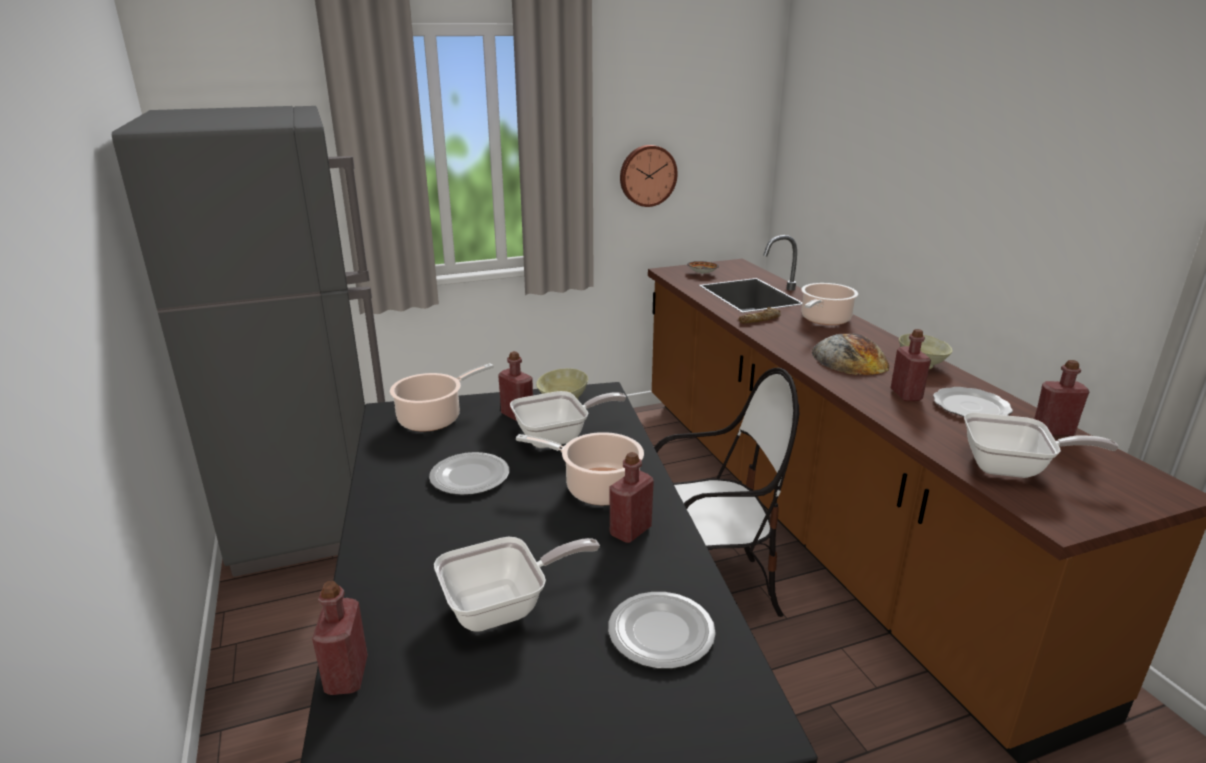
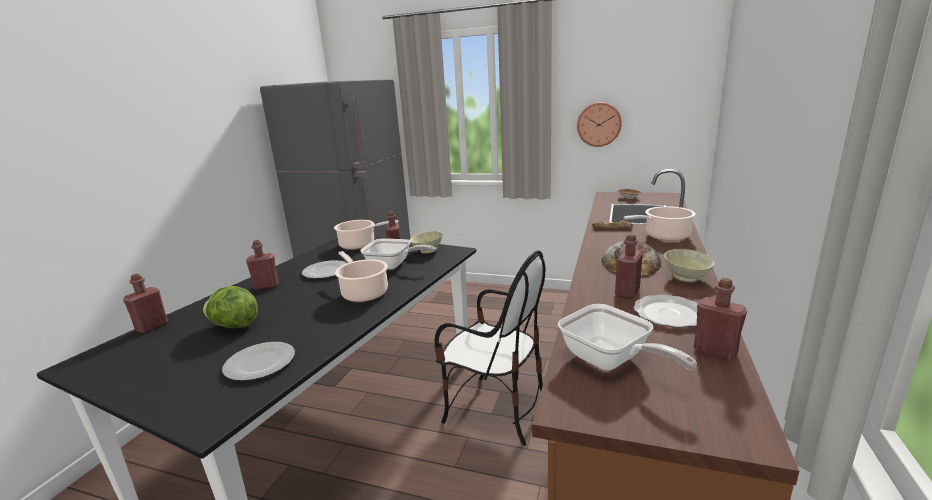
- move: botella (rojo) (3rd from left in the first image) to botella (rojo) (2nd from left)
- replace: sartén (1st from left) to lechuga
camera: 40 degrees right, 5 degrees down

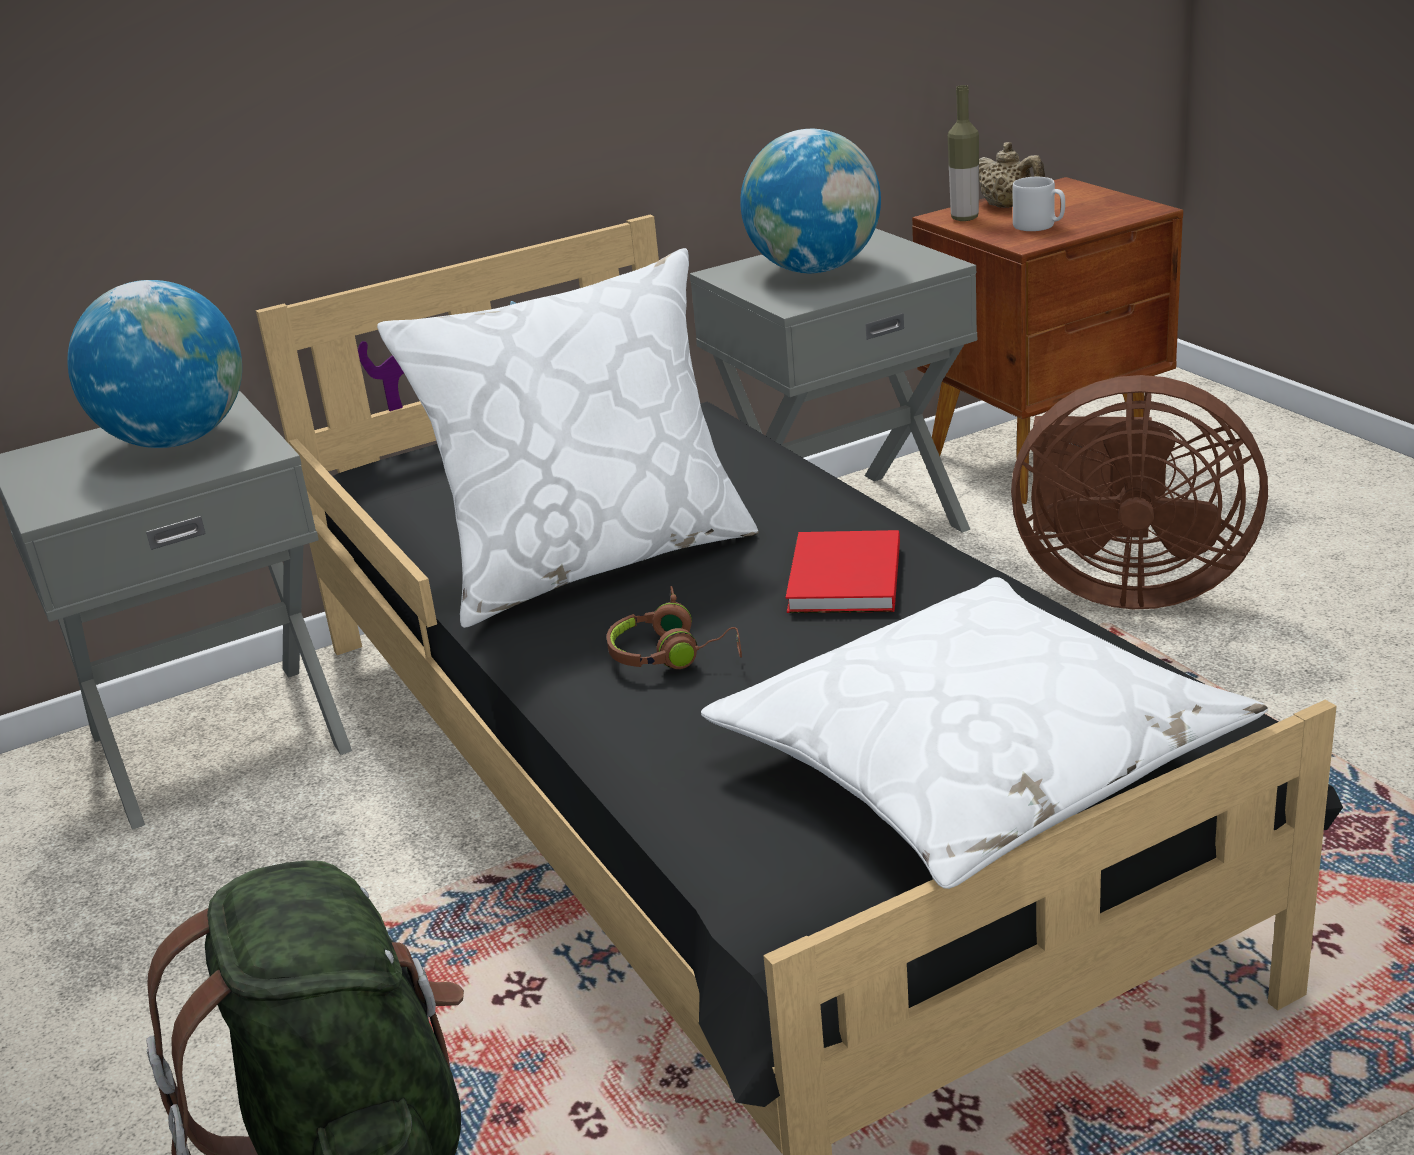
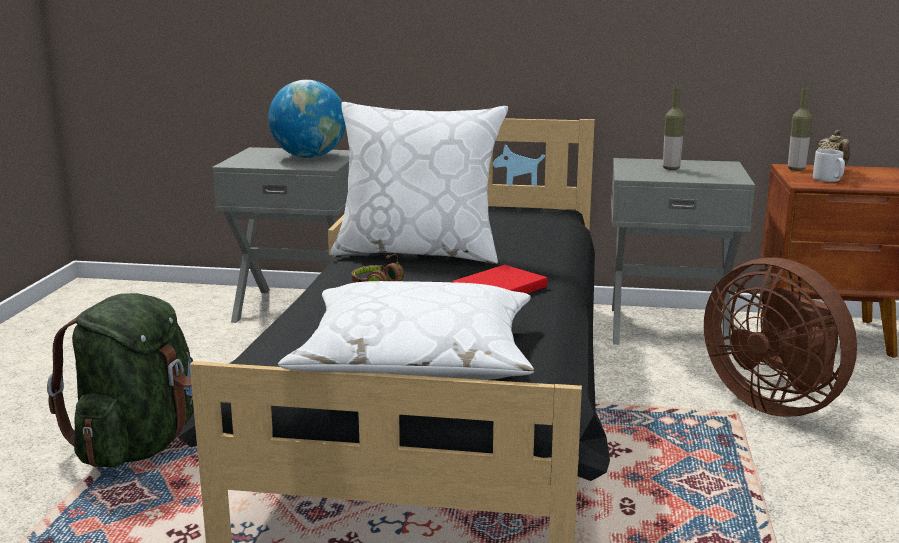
- replace: globo terráqueo (2nd from left) to botella (1st from left)
camera: 35 degrees right, 10 degrees down

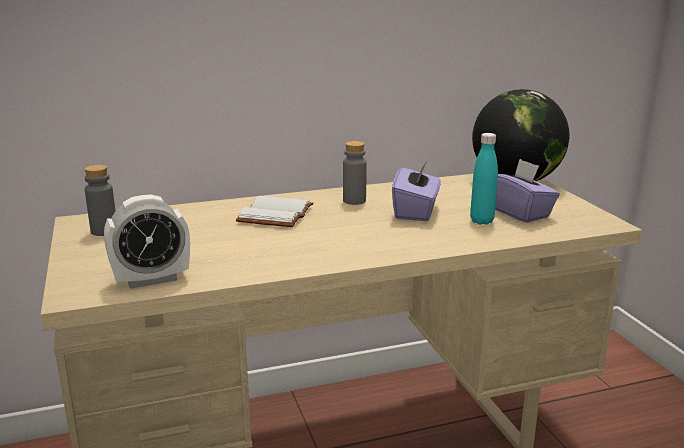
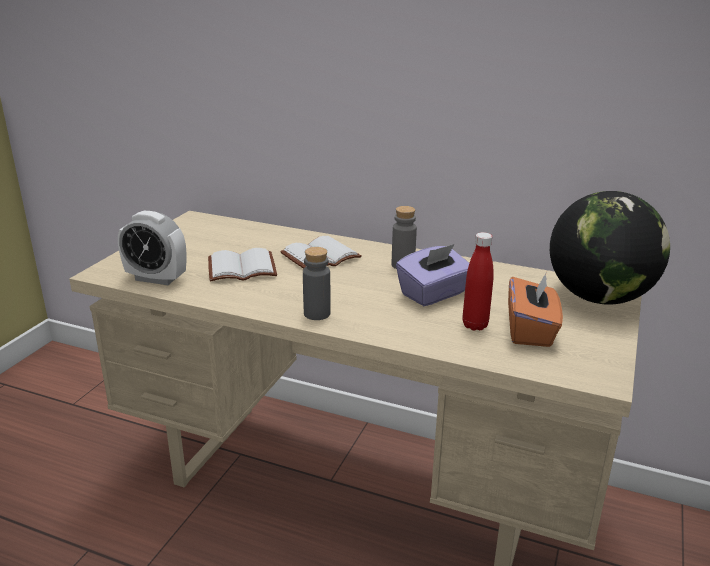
- recolor: botella (turquesa) to botella (rojo)
- recolor: caja de pañuelos (morado) (2nd from left) to caja de pañuelos (naranja)
- move: botella (gris) (1st from left)
- insert: libro (blanco) (1st from left)
camera: 40 degrees right, 5 degrees up

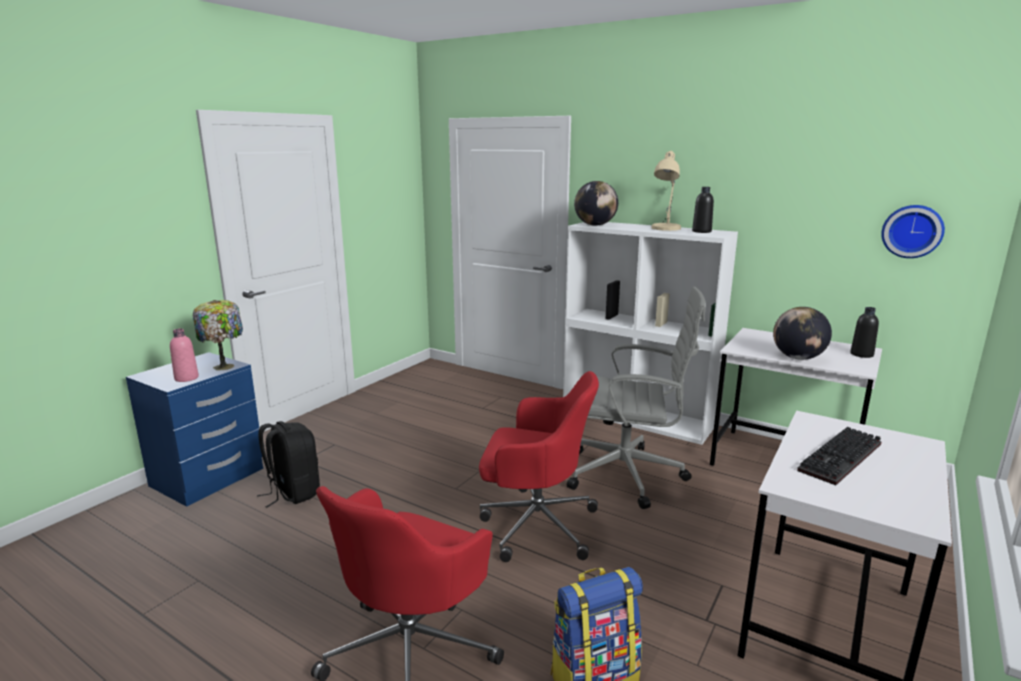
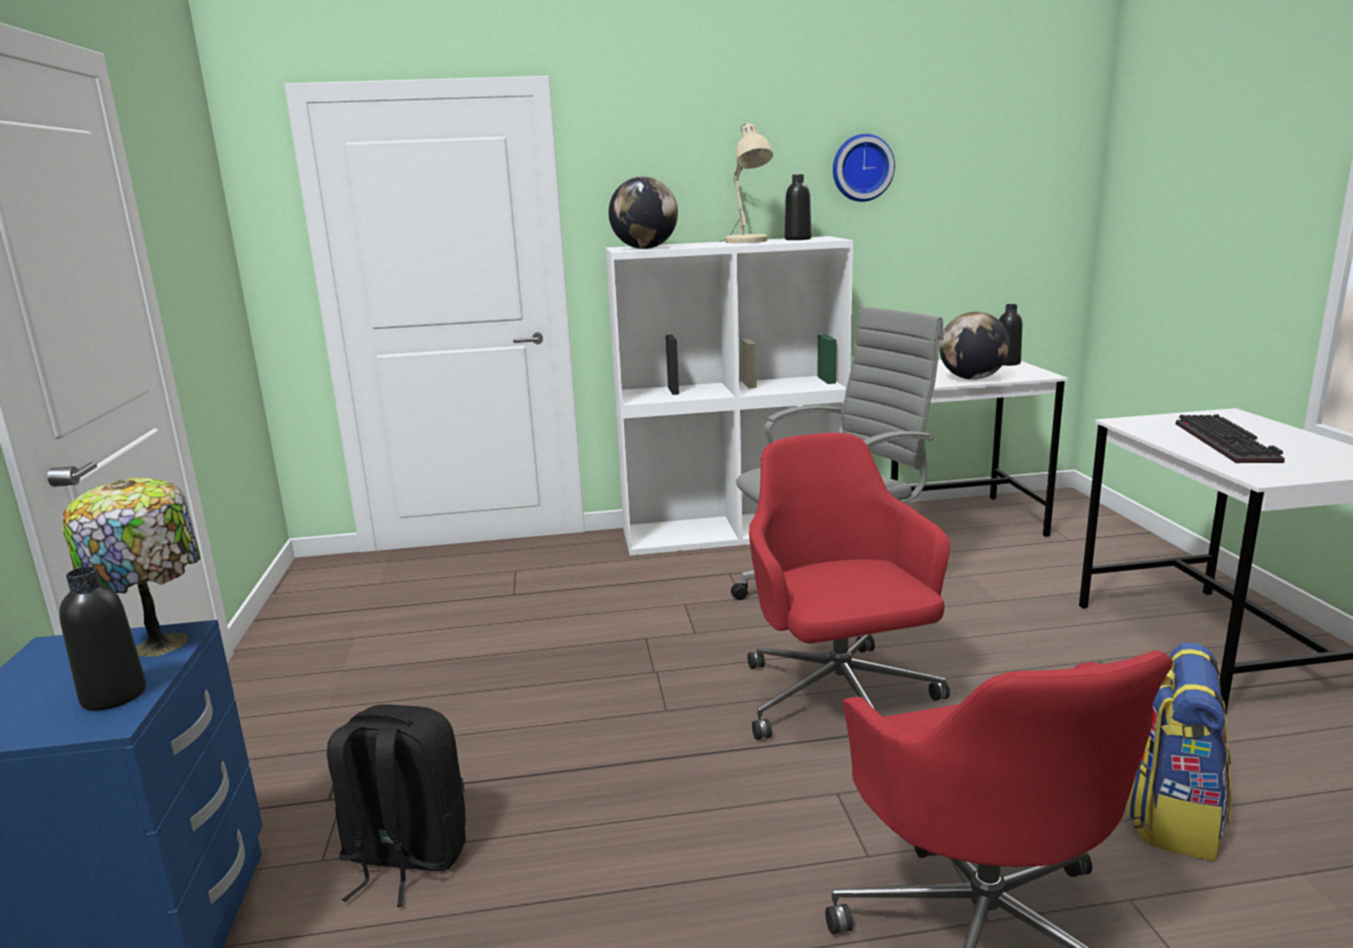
- move: reloj de pared
- recolor: botella (rosa) to botella (negro) (1st from left)
- rotate: silla de oficina (rojo) (2nd from left in the first image) 75 degrees counterclockwise
camera: 40 degrees left, 0 degrees up

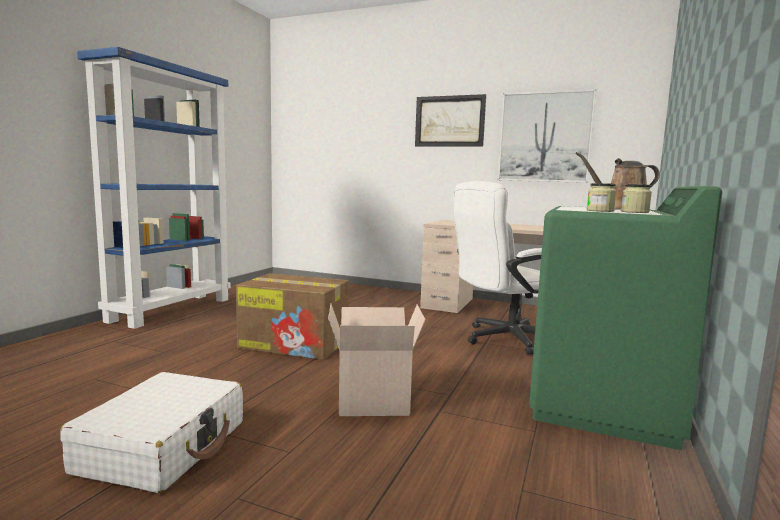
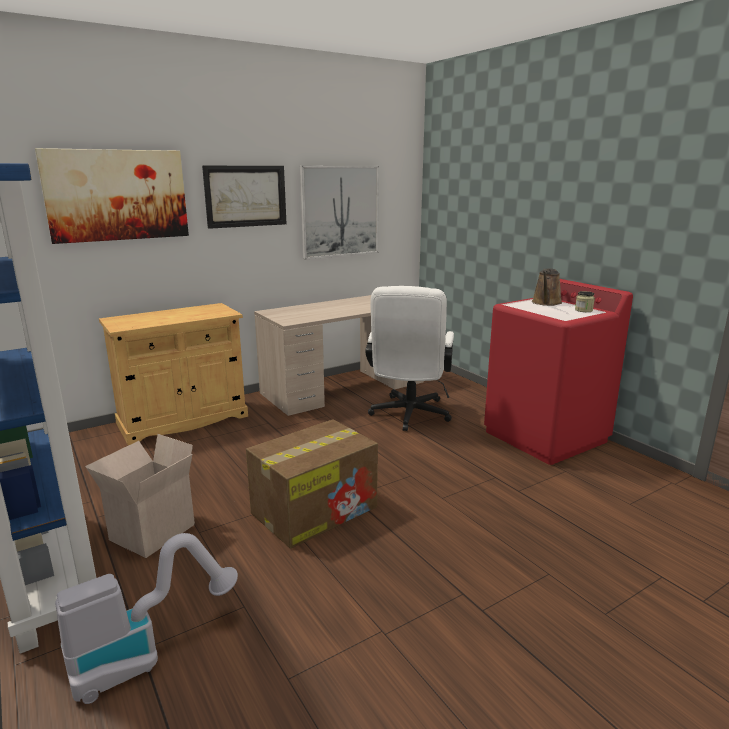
- delete: tarro (1st from left)
- recolor: lavadora (verde) to lavadora (rojo)
- move: caja de cartón (2nd from left in the first image) to caja de cartón (1st from left)
- delete: maleta (blanco)
- insert: cuadro (1st from left)
- insert: armario (beis)
- insert: aspiradora
camera: 55 degrees left, 10 degrees up

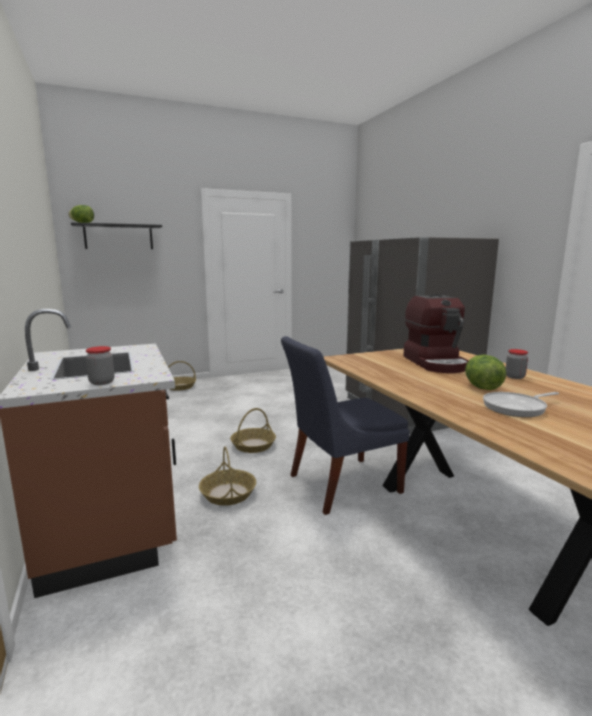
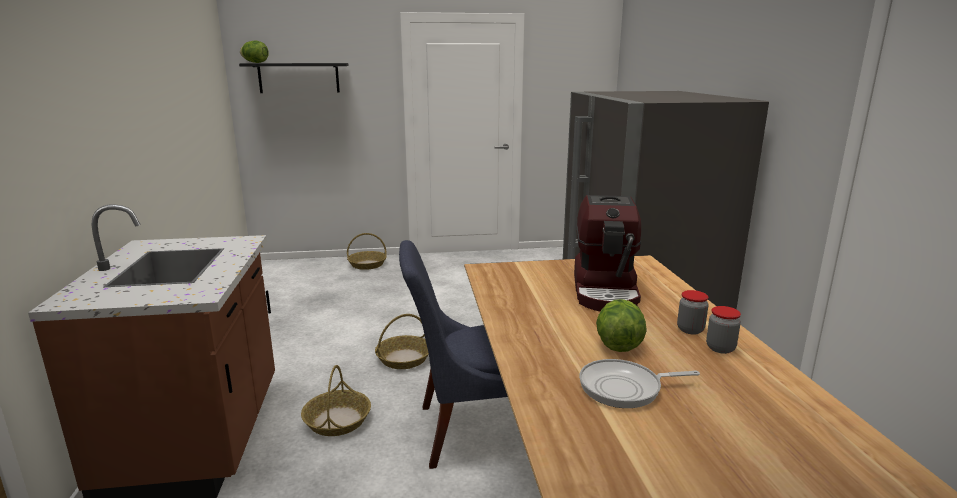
- move: tarro (1st from left in the first image) to tarro (2nd from left)
camera: 15 degrees right, 5 degrees up

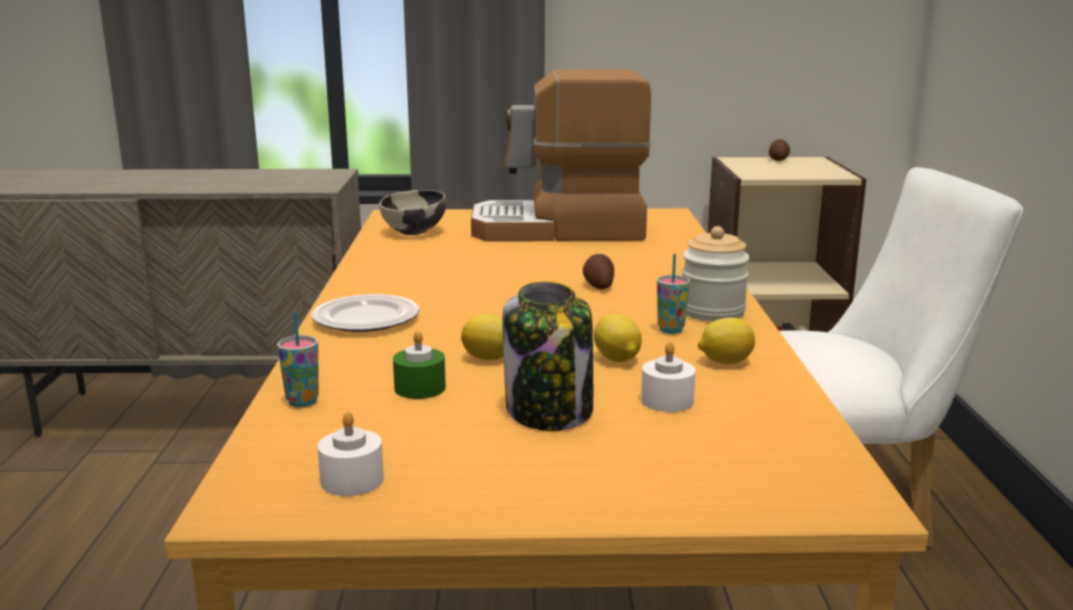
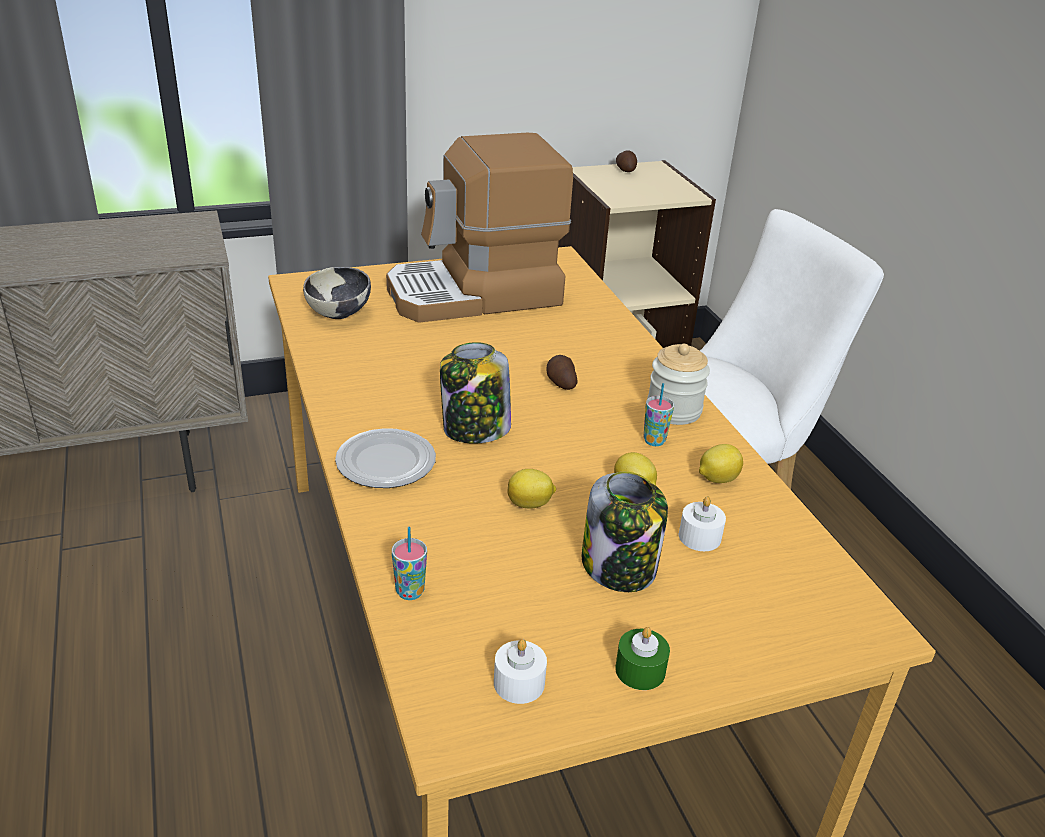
- move: vela (verde)
- insert: tarro (1st from left)
camera: 20 degrees left, 15 degrees up

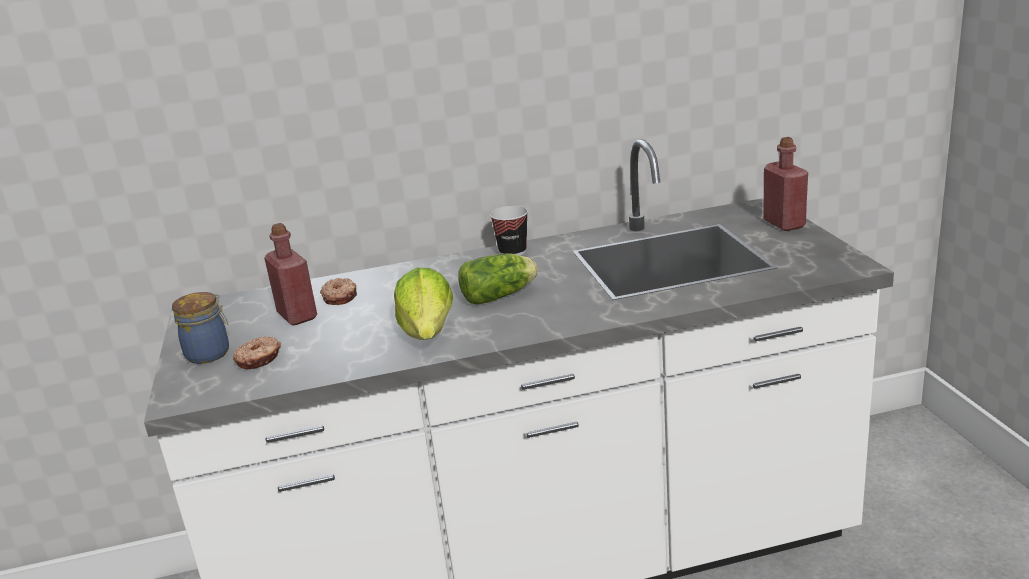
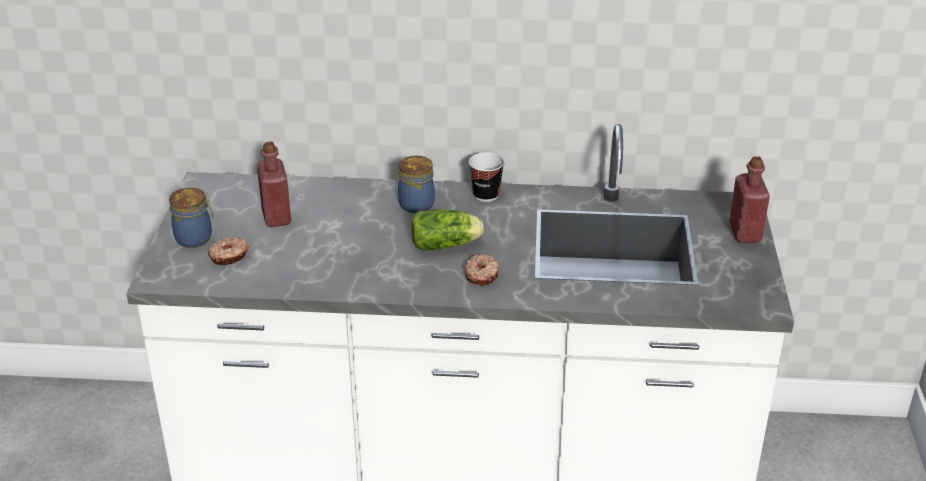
- delete: lechuga (1st from left)
- move: rosquilla (2nd from left)
- insert: tarro (2nd from left)
camera: 15 degrees right, 10 degrees up

